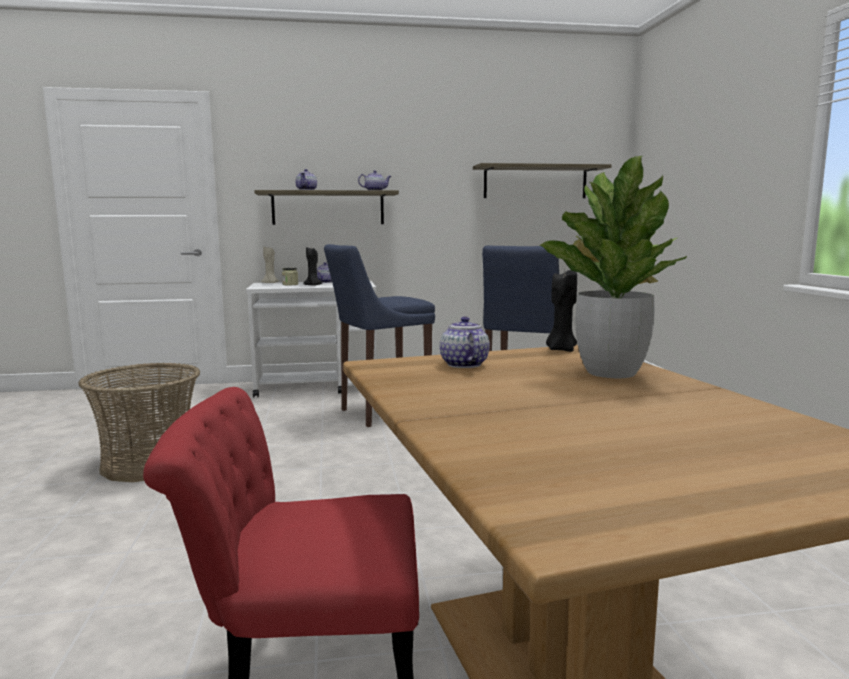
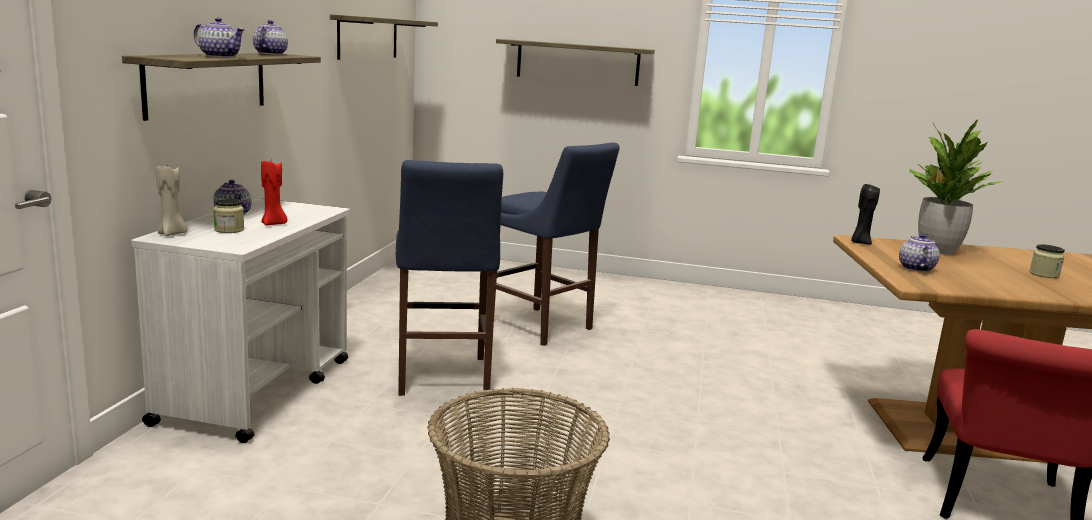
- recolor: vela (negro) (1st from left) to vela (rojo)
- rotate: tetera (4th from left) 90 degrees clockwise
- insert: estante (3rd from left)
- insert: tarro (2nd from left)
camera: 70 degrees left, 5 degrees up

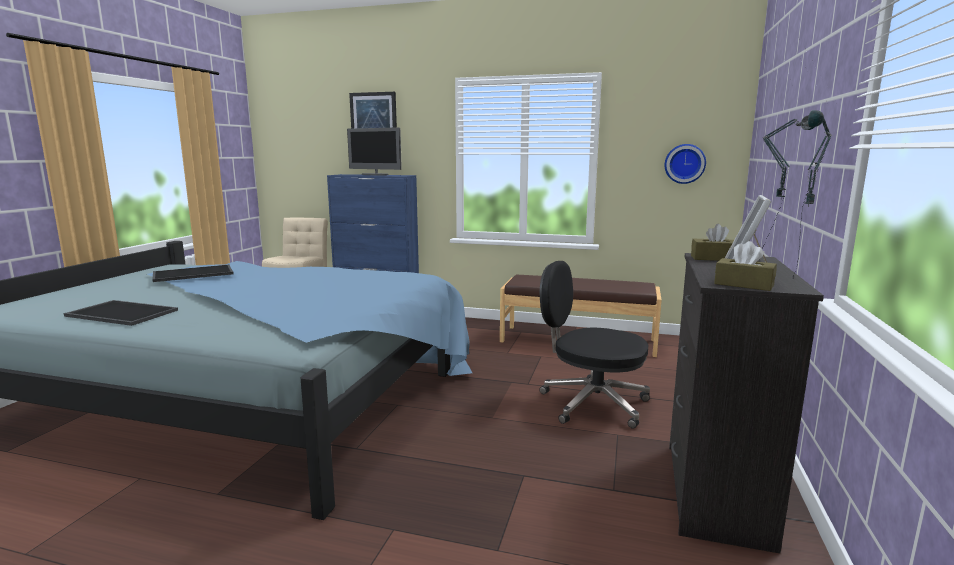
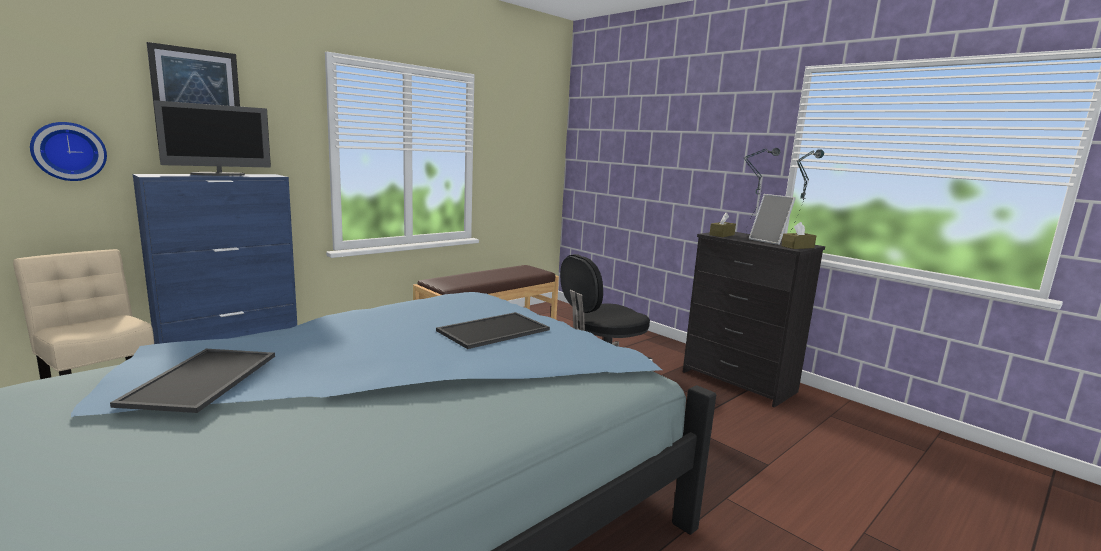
- move: reloj de pared
- move: bandeja (1st from left in the first image) to bandeja (2nd from left)
camera: 60 degrees left, 0 degrees up

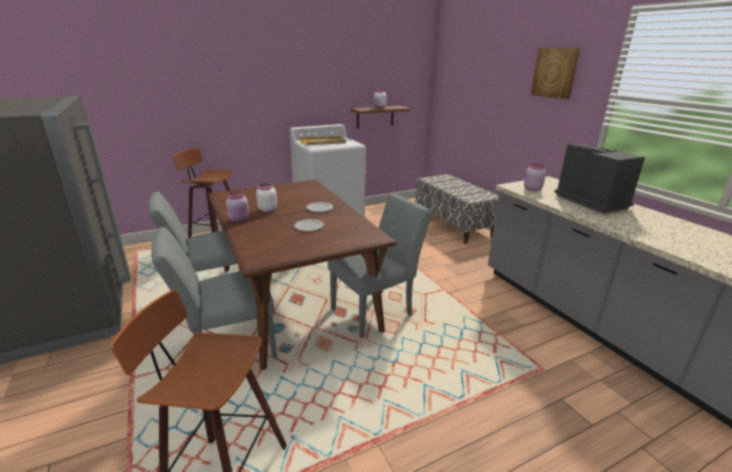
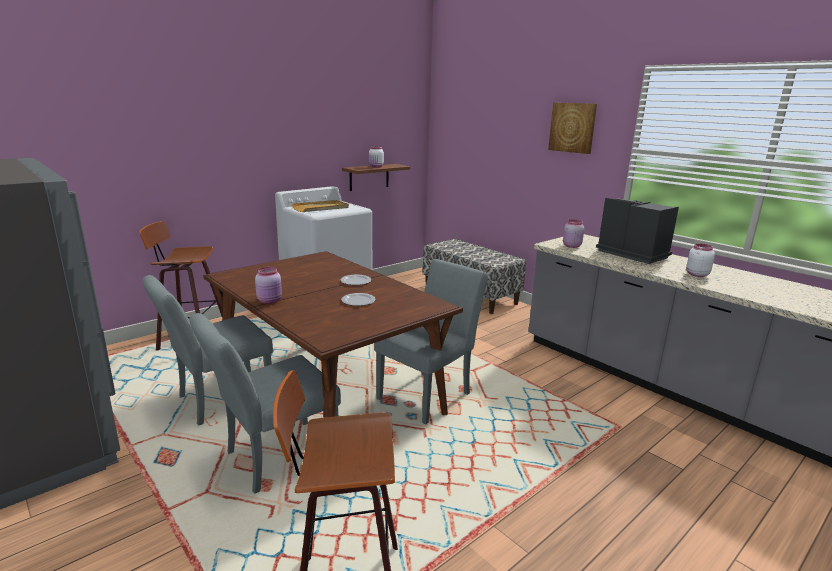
- move: tarro (blanco) (1st from left in the first image) to tarro (blanco) (2nd from left)
camera: 15 degrees left, 5 degrees down

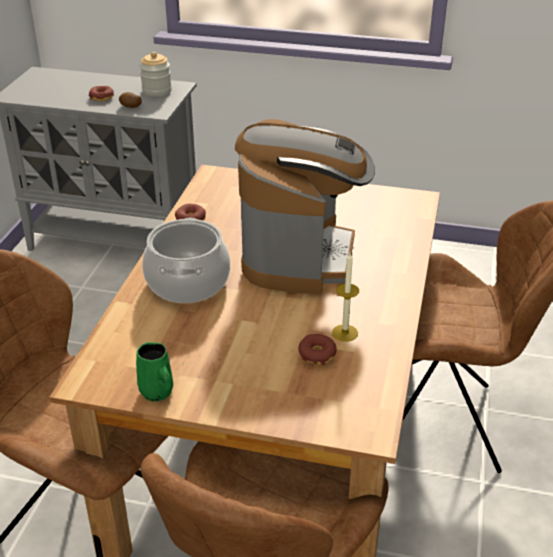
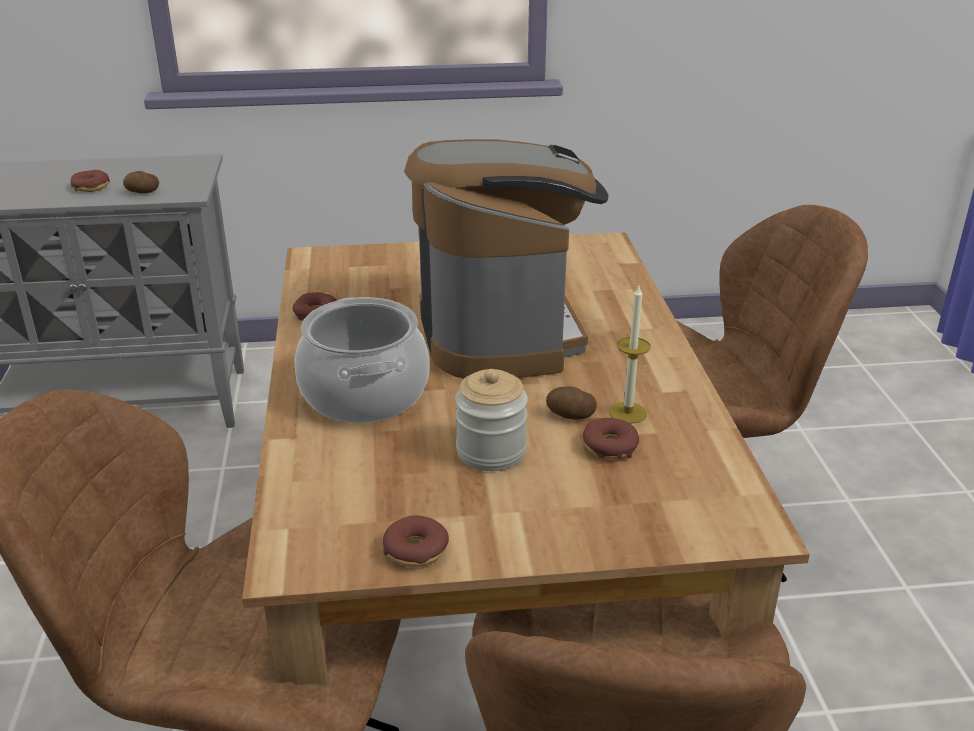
- move: tarro
- replace: taza grande (verde) to rosquilla (3rd from left)
- insert: patata (2nd from left)
camera: 20 degrees left, 5 degrees down

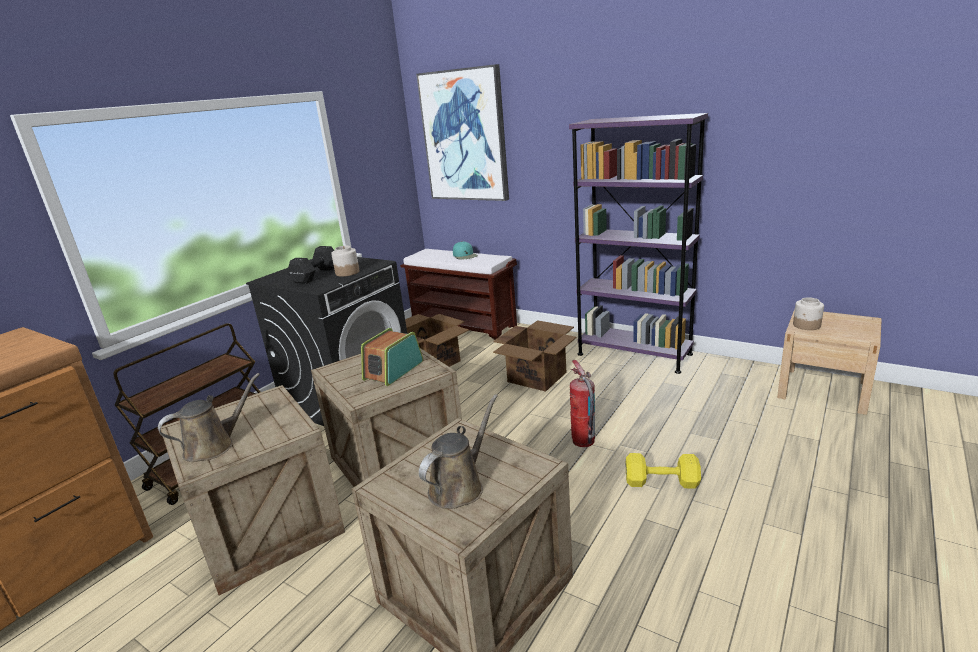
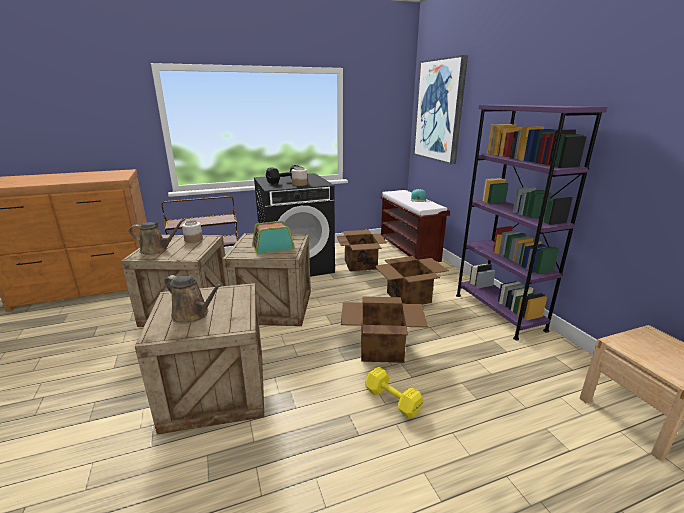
- move: tarro (2nd from left in the first image) to tarro (1st from left)
- replace: extintor to caja de cartón (2nd from left)
- rotate: regadera (marrón) (2nd from left) 45 degrees clockwise
camera: 35 degrees right, 0 degrees up

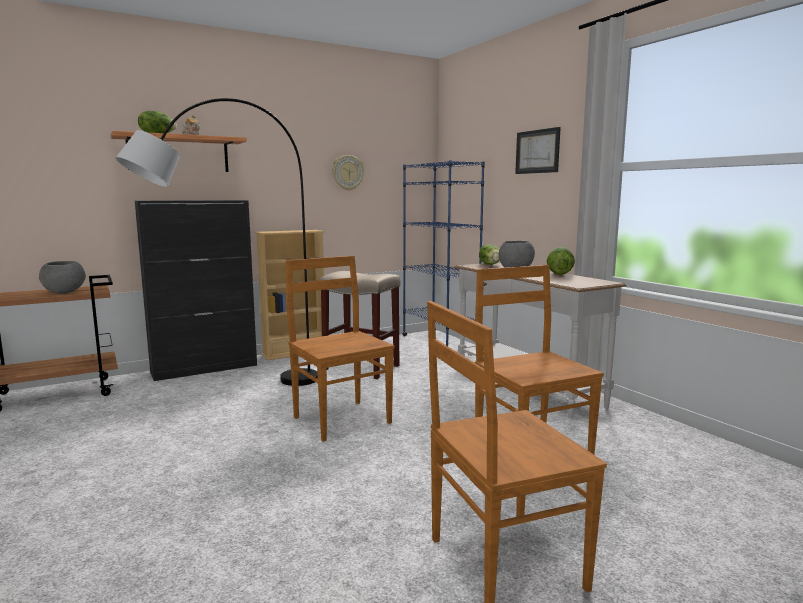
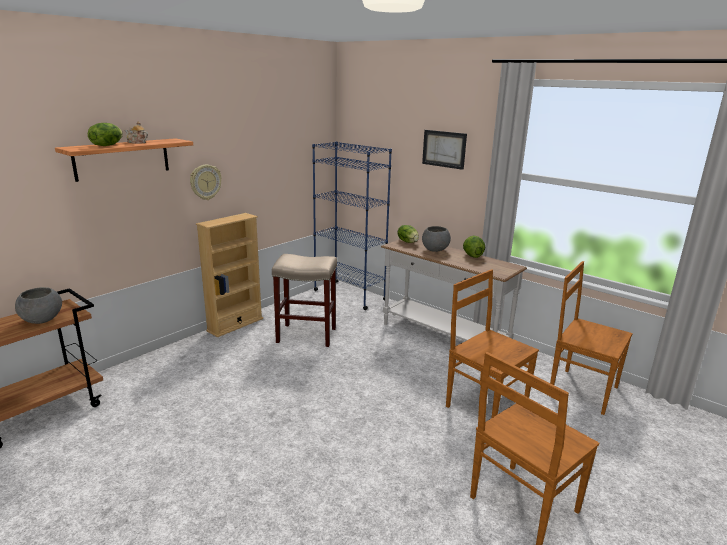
- delete: lámpara de pie (gris)
- move: reloj de pared
- delete: armario (negro)
- move: silla (marrón) (1st from left in the first image) to silla (marrón) (3rd from left)
camera: 20 degrees left, 10 degrees up

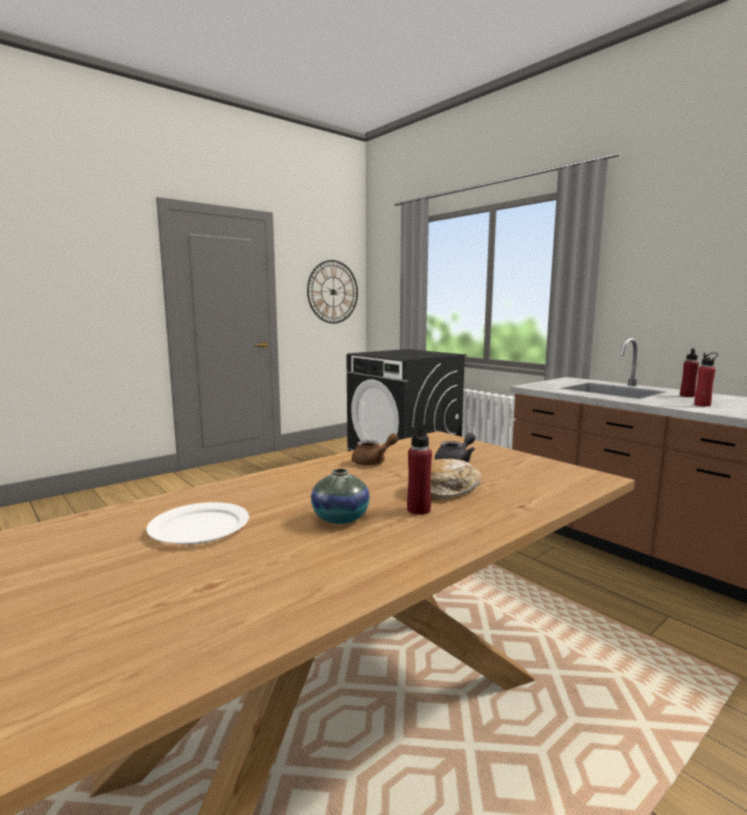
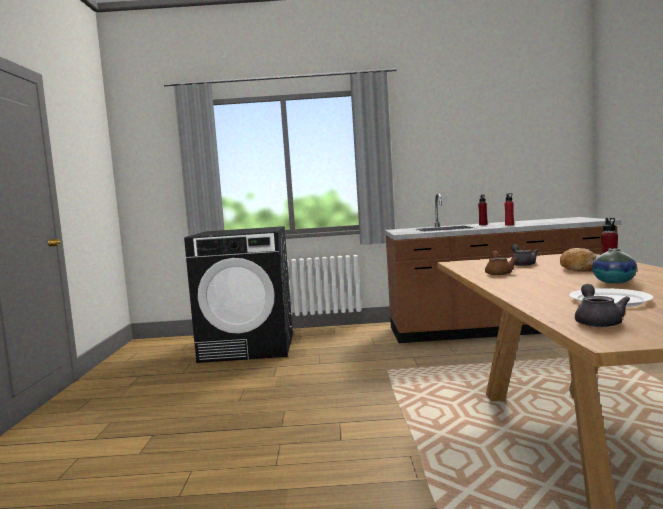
- delete: reloj de pared
- insert: tetera (gris) (2nd from left)
camera: 50 degrees left, 5 degrees down

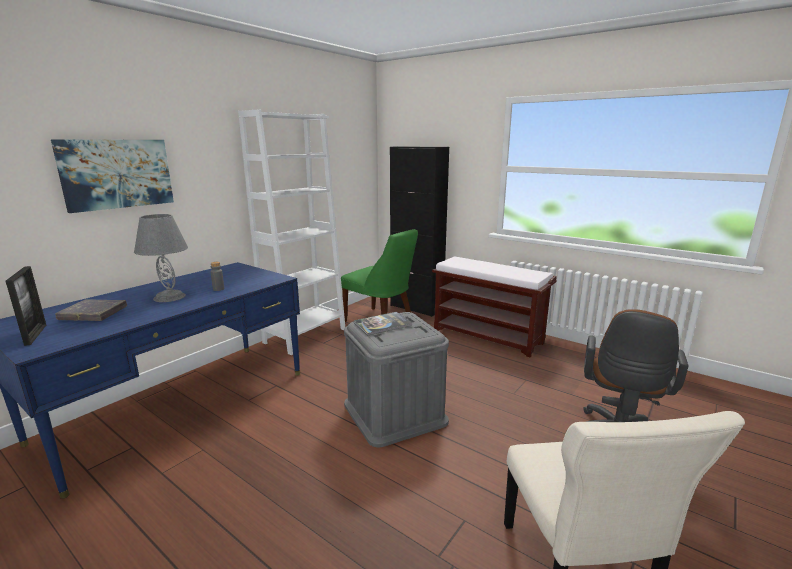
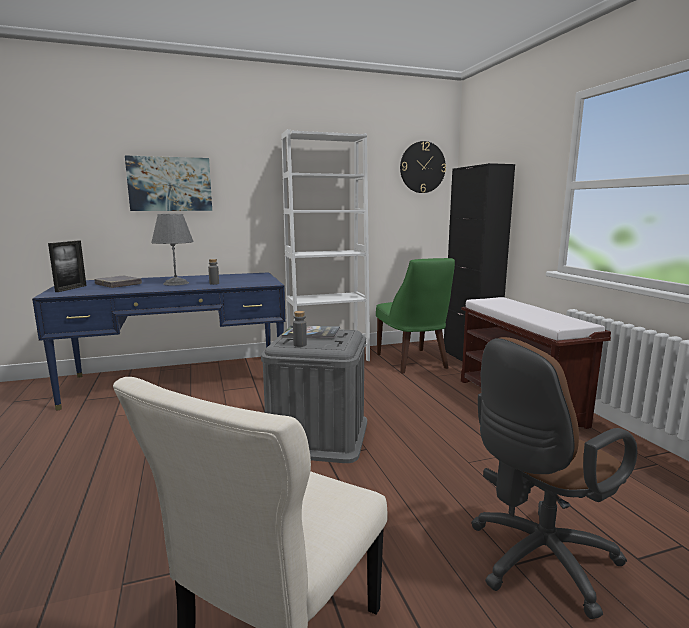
- insert: reloj de pared
- insert: botella (gris) (2nd from left)
camera: 35 degrees right, 5 degrees down

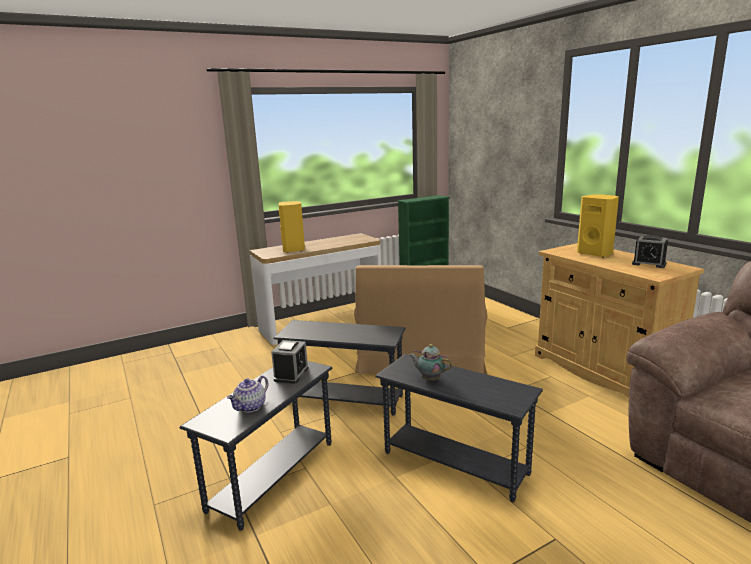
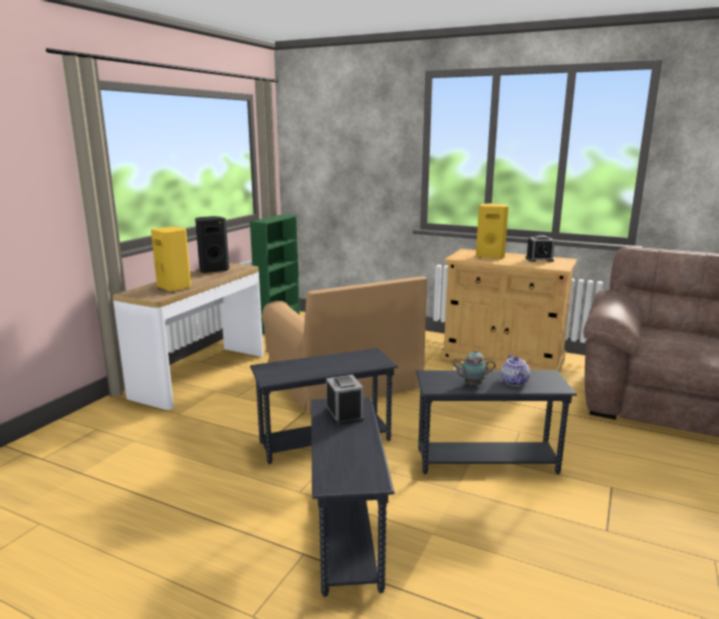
- move: tetera (1st from left in the first image) to tetera (2nd from left)
- insert: altavoz (negro)
camera: 35 degrees left, 0 degrees up

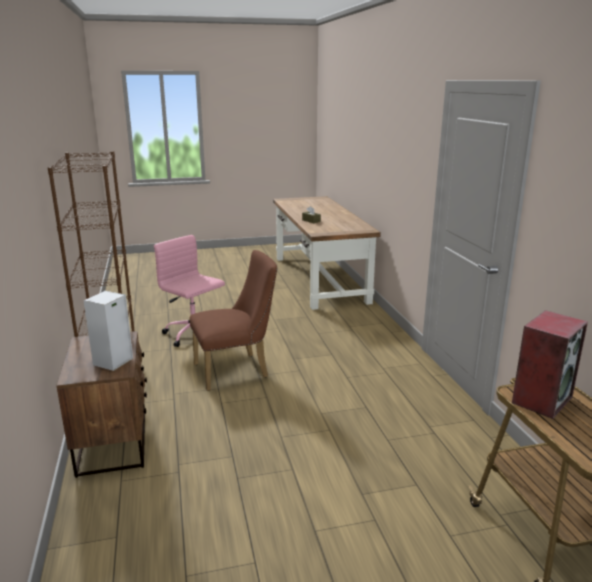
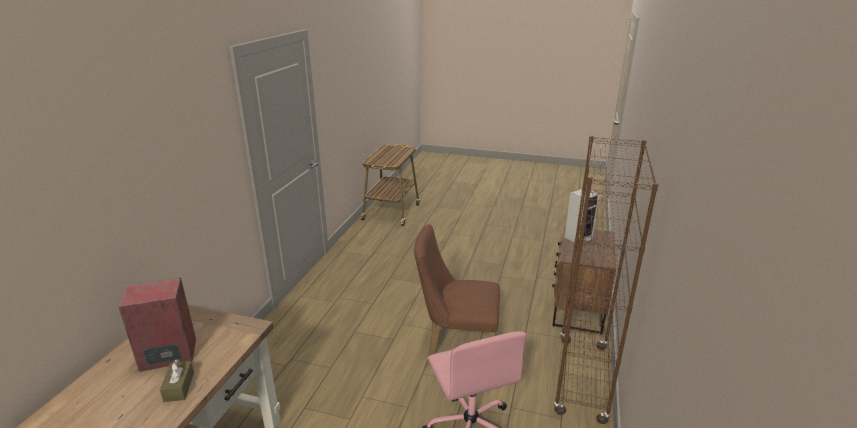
- move: altavoz (2nd from left in the first image) to altavoz (1st from left)
camera: 150 degrees left, 5 degrees up

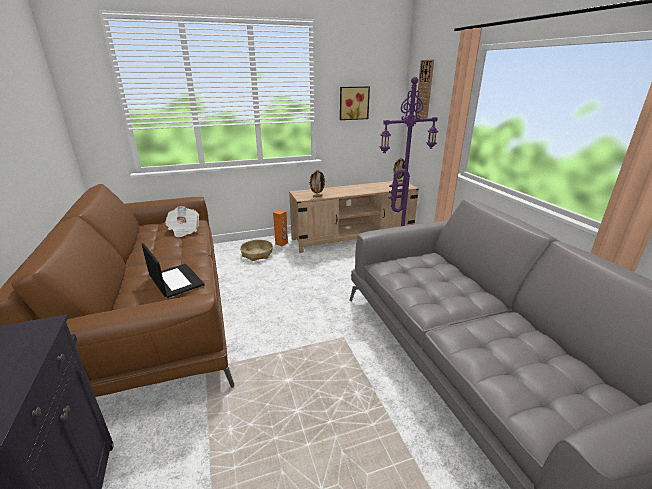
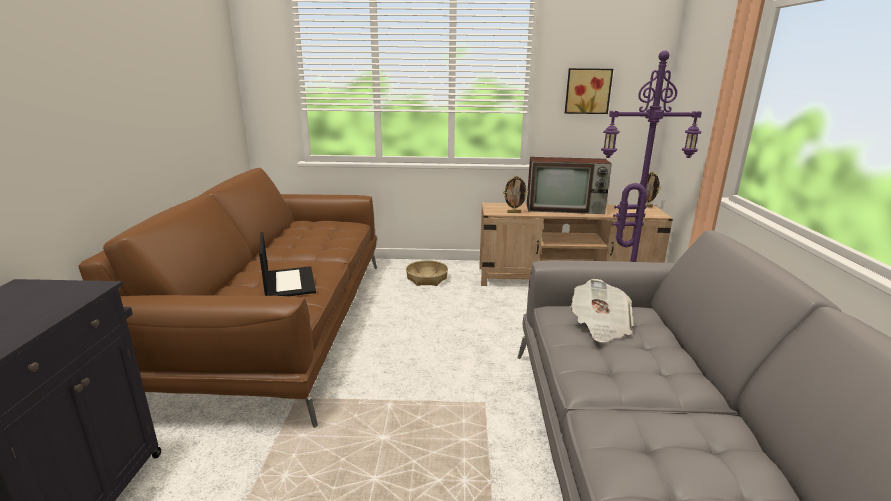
- delete: reloj de pared
- move: periódico
- delete: altavoz (naranja)
- insert: televisor
camera: 20 degrees right, 5 degrees down

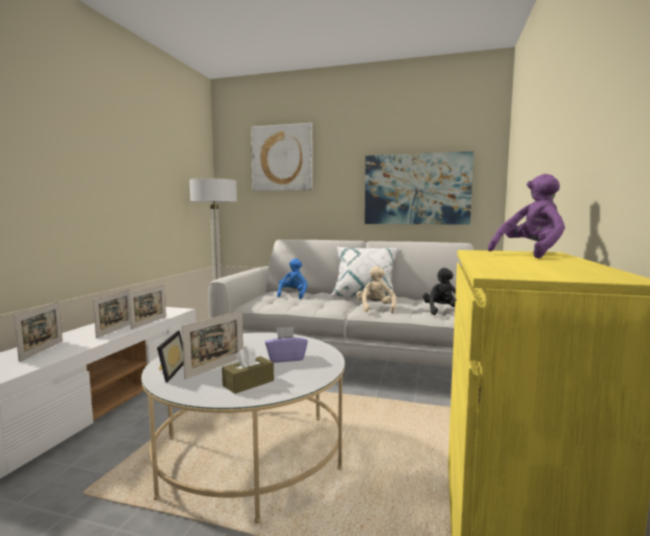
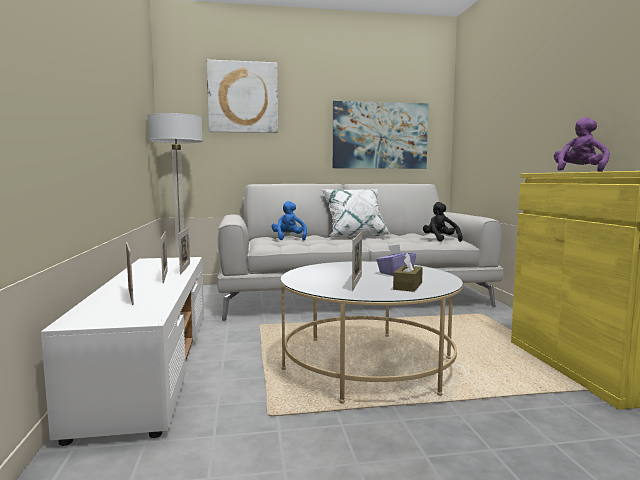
- delete: peluche (beis)
- delete: portarretratos (4th from left)
camera: 25 degrees left, 0 degrees up

